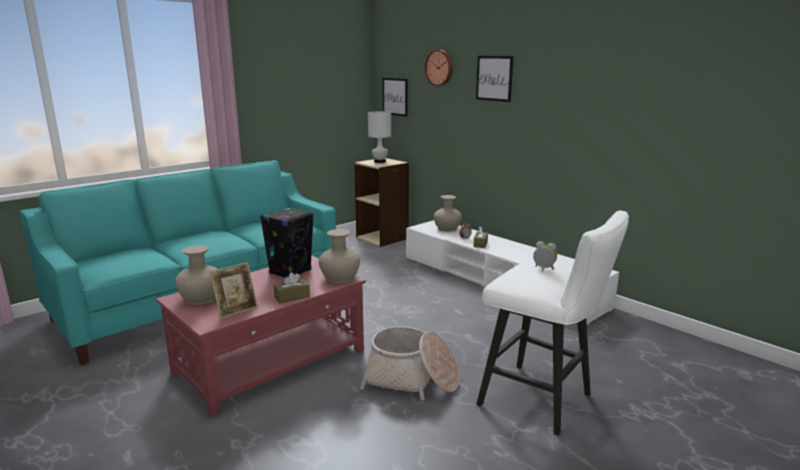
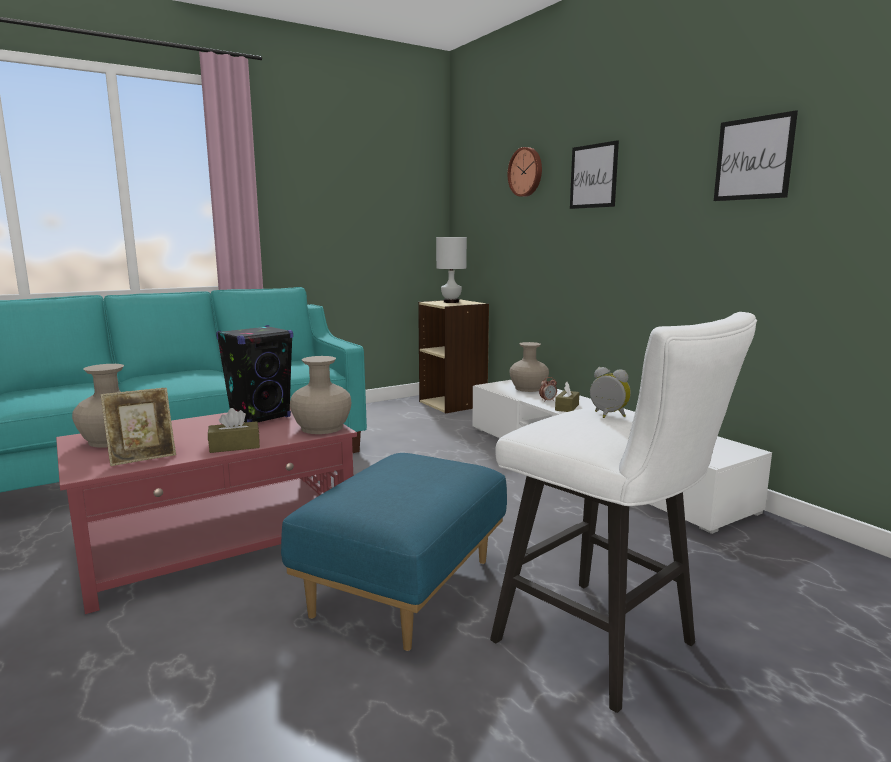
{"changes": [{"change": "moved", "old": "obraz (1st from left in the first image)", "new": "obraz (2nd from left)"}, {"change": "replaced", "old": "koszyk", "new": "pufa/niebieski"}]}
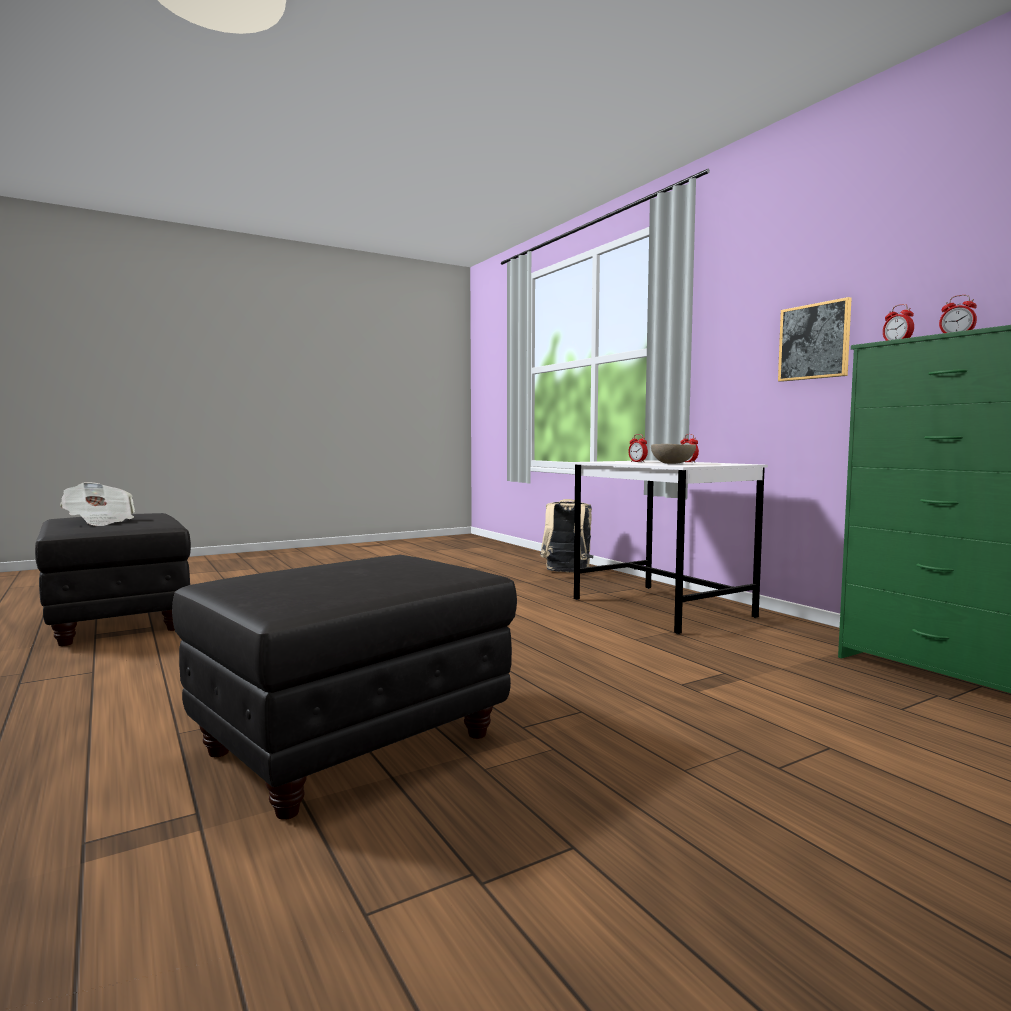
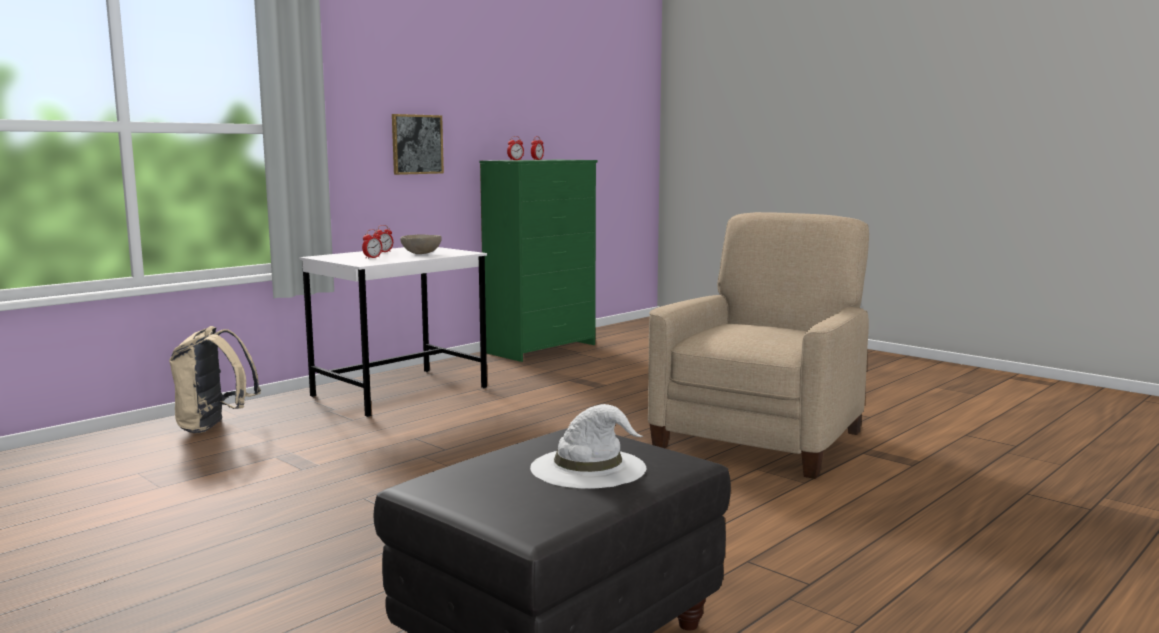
{"changes": [{"change": "replaced", "old": "gazeta", "new": "kapelusz/biały"}, {"change": "replaced", "old": "pufa/czarny (2nd from left)", "new": "fotel/beżowy"}]}
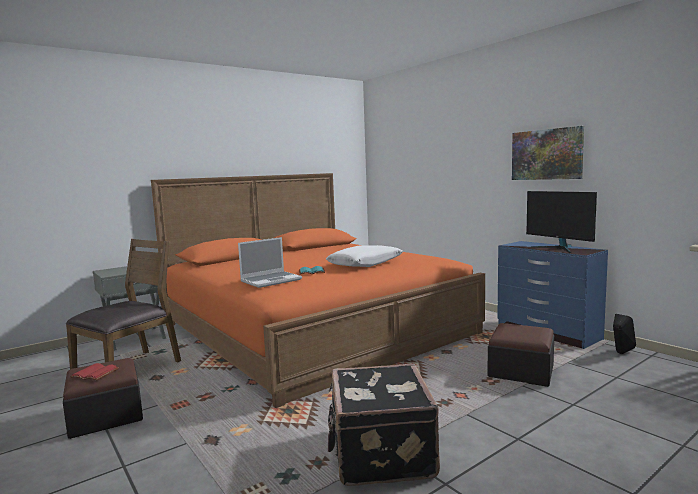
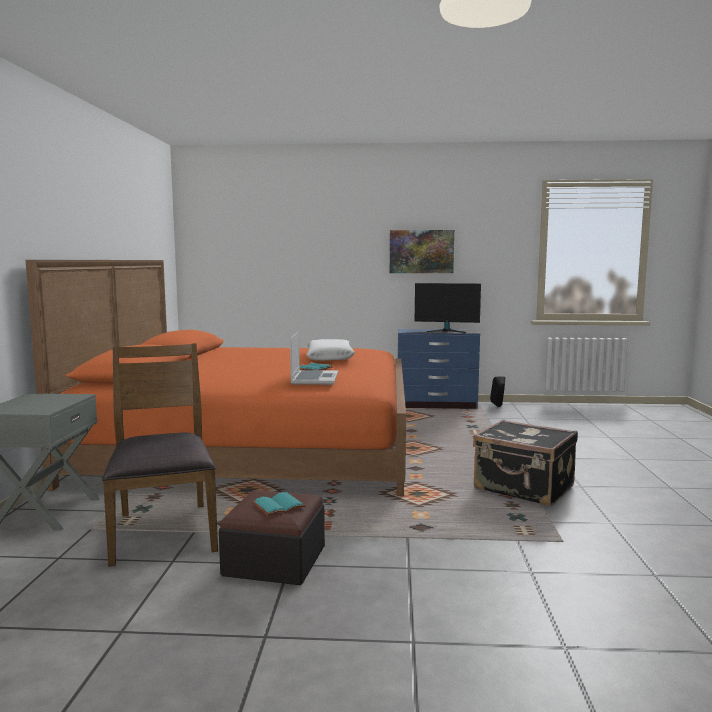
{"changes": [{"change": "removed", "old": "pufa (2nd from left)"}, {"change": "recoloured", "old": "książka/czerwony", "new": "książka/turkusowy (1st from left)"}]}
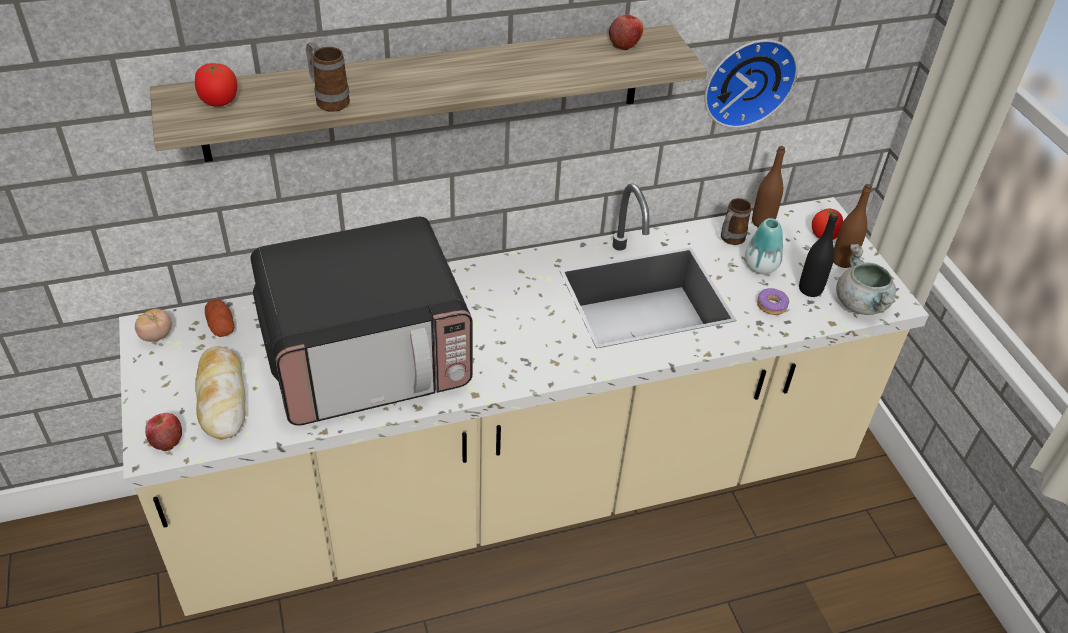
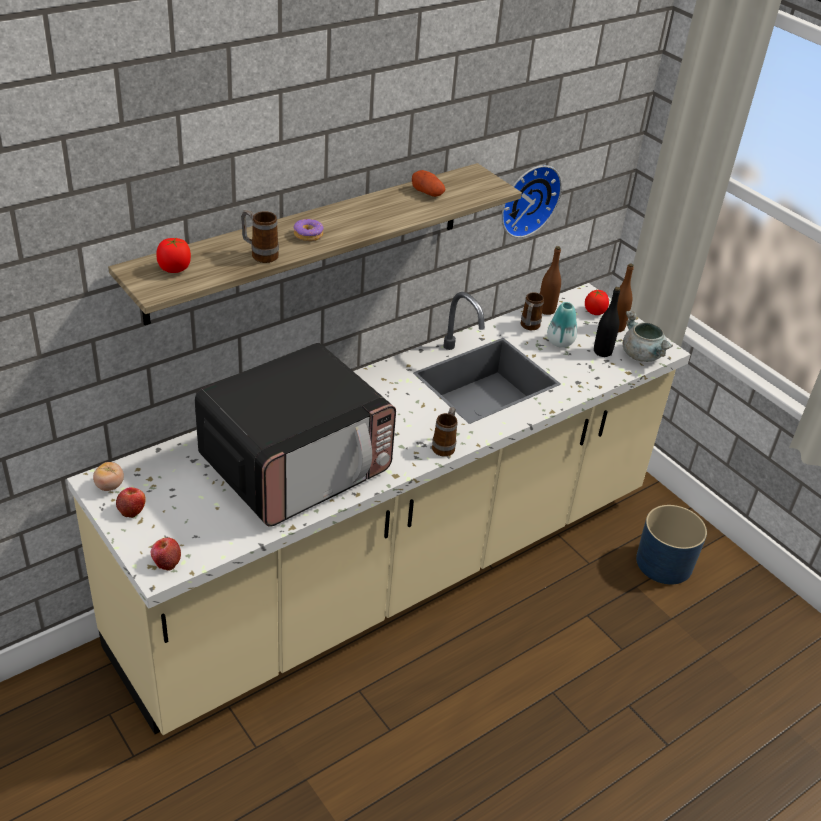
{"changes": [{"change": "moved", "old": "jabłko (2nd from left in the first image)", "new": "jabłko (1st from left)"}, {"change": "moved", "old": "donut"}, {"change": "moved", "old": "ziemniak"}, {"change": "removed", "old": "chleb"}, {"change": "added", "new": "kubek (2nd from left)"}, {"change": "added", "new": "donica/niebieski"}]}
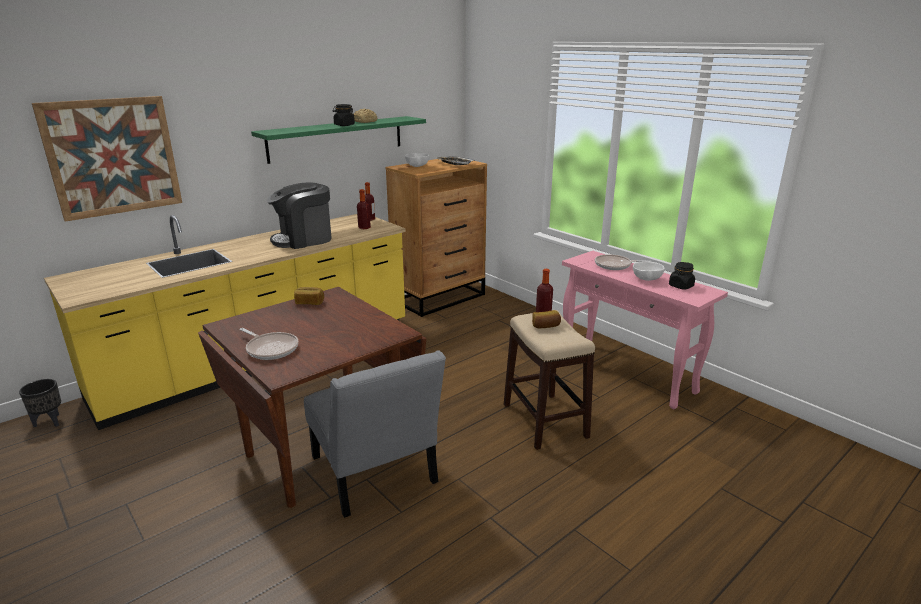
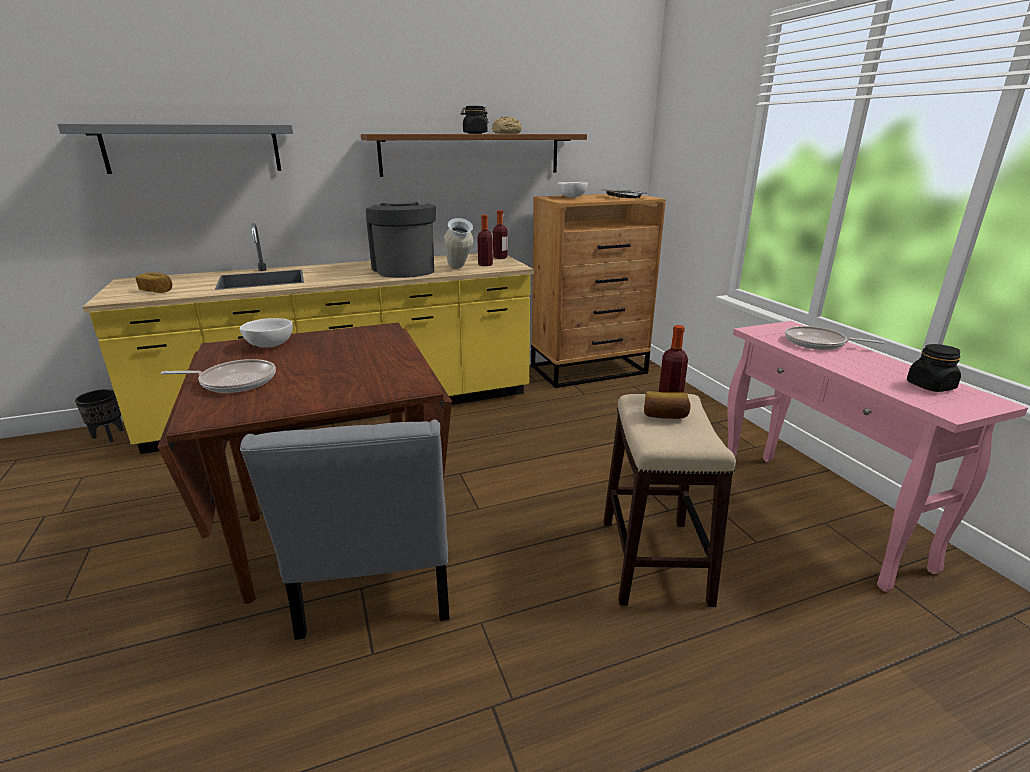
{"changes": [{"change": "replaced", "old": "obraz", "new": "półka/szary"}, {"change": "recoloured", "old": "półka/zielony", "new": "półka/brązowy"}, {"change": "turned", "old": "ekspres do kawy", "degrees": 75}, {"change": "moved", "old": "miska/biały (2nd from left in the first image)", "new": "miska/biały (1st from left)"}, {"change": "moved", "old": "chleb (1st from left)"}, {"change": "turned", "old": "patelnia (1st from left)", "degrees": -60}, {"change": "added", "new": "wazon"}]}
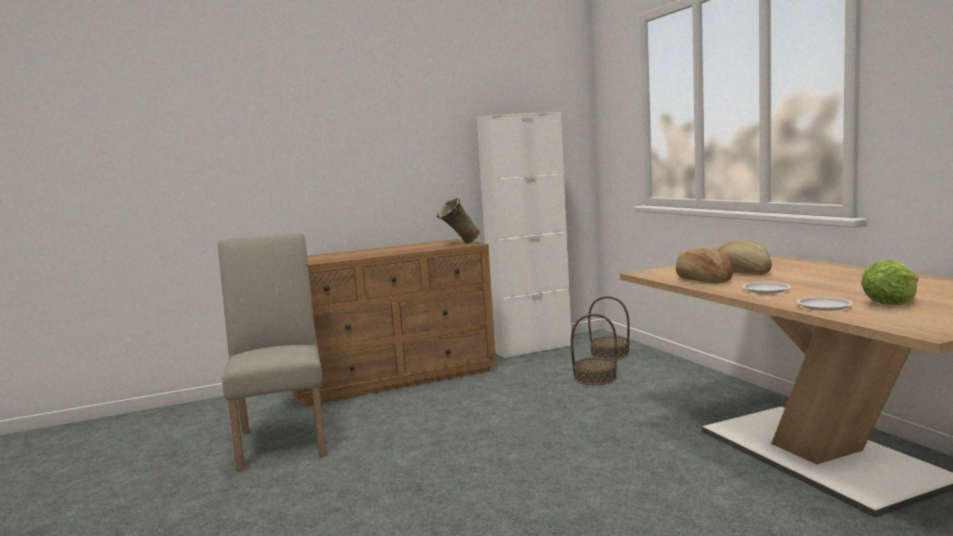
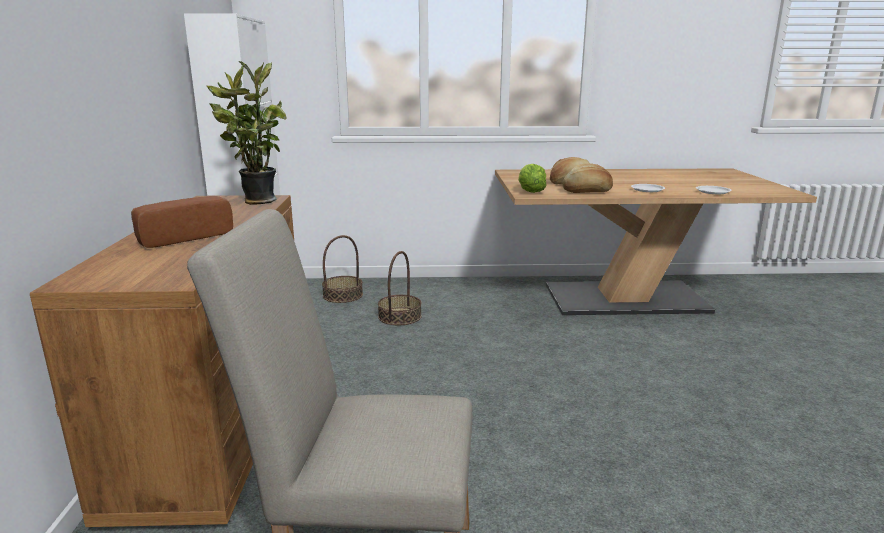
{"changes": [{"change": "replaced", "old": "wazon/beżowy", "new": "roślina doniczkowa"}, {"change": "moved", "old": "sałata"}, {"change": "added", "new": "chleb (1st from left)"}]}
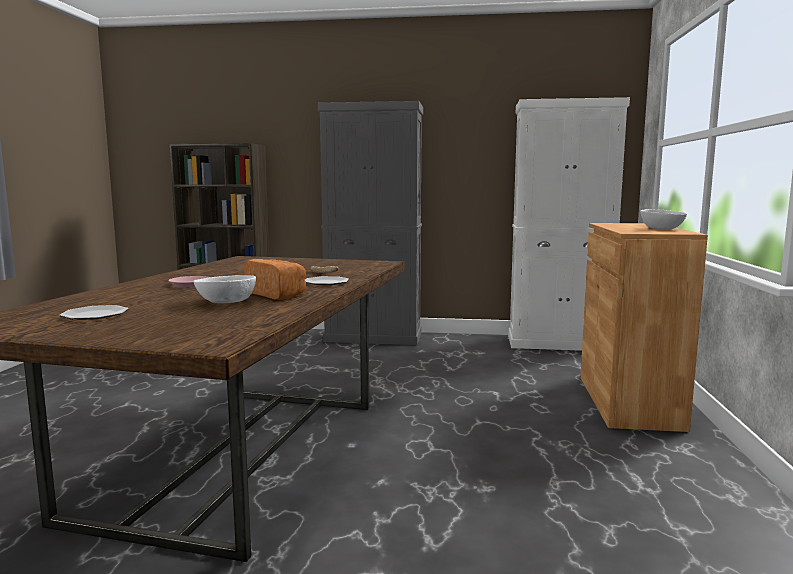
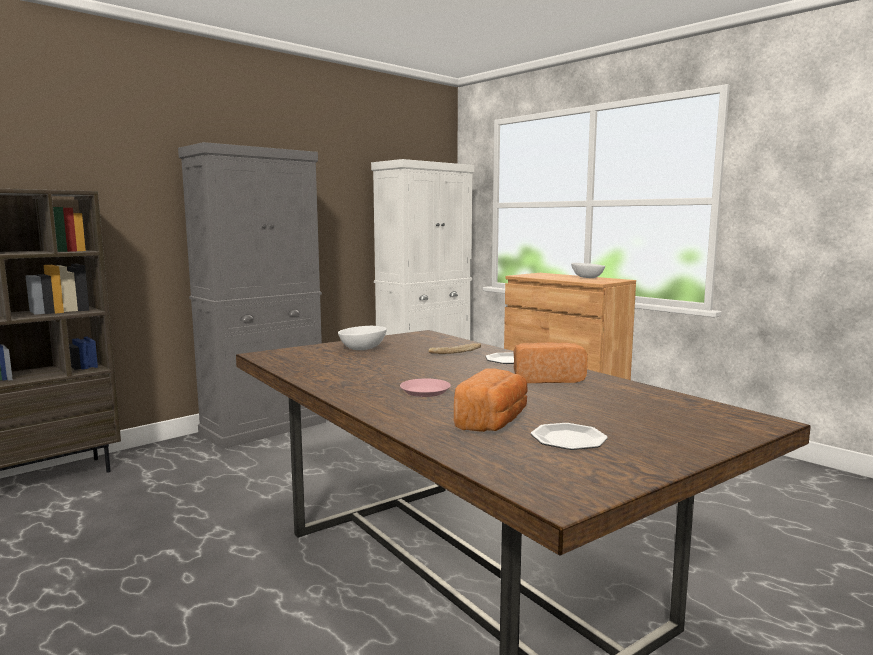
{"changes": [{"change": "moved", "old": "miska/biały (1st from left)"}, {"change": "added", "new": "chleb (2nd from left)"}]}
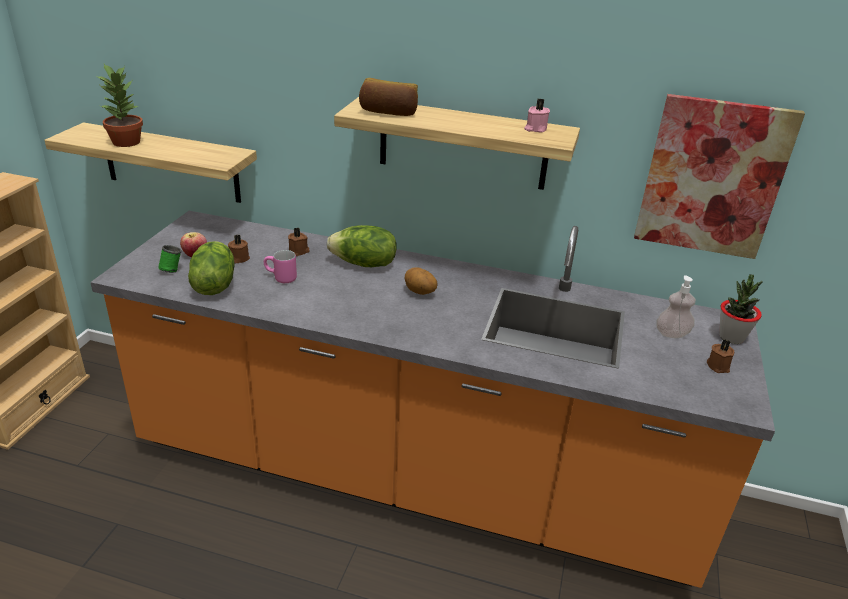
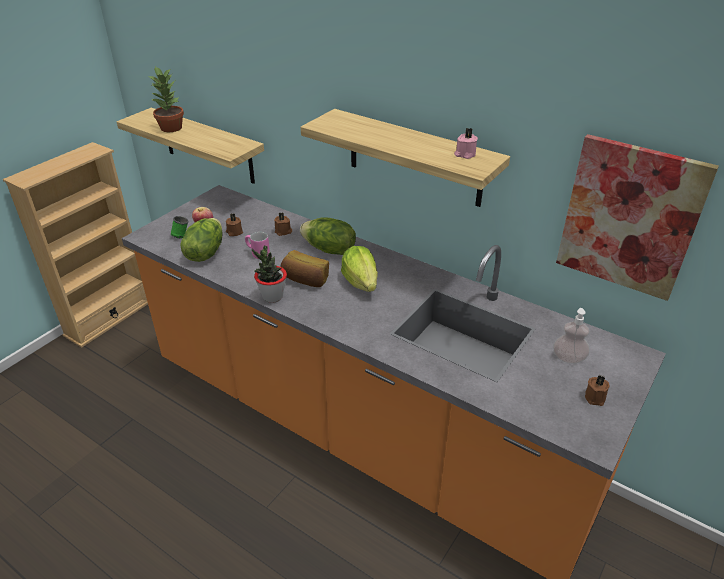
{"changes": [{"change": "moved", "old": "chleb"}, {"change": "replaced", "old": "ziemniak", "new": "sałata (3rd from left)"}, {"change": "moved", "old": "roślina doniczkowa (2nd from left)"}]}
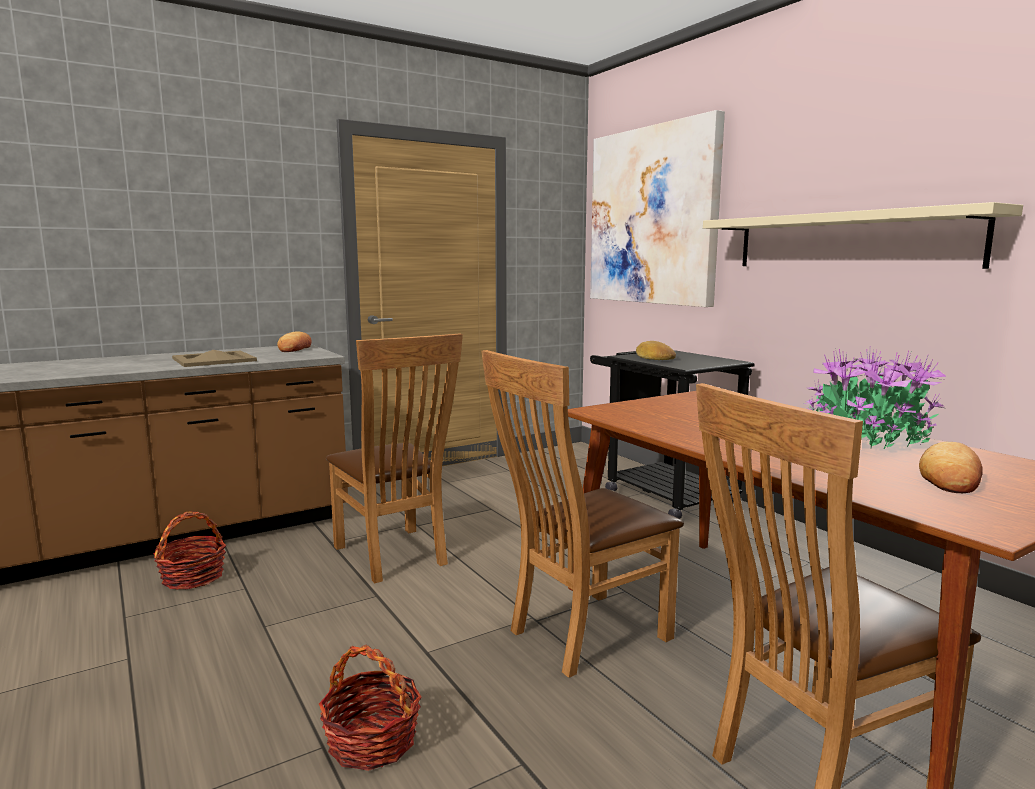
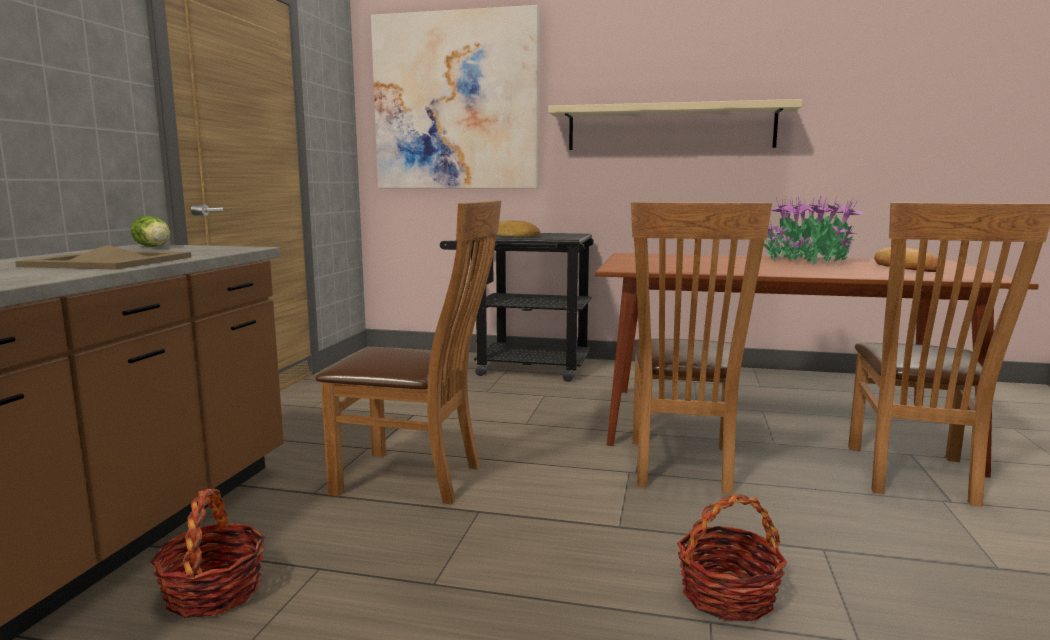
{"changes": [{"change": "replaced", "old": "chleb (1st from left)", "new": "sałata"}]}
